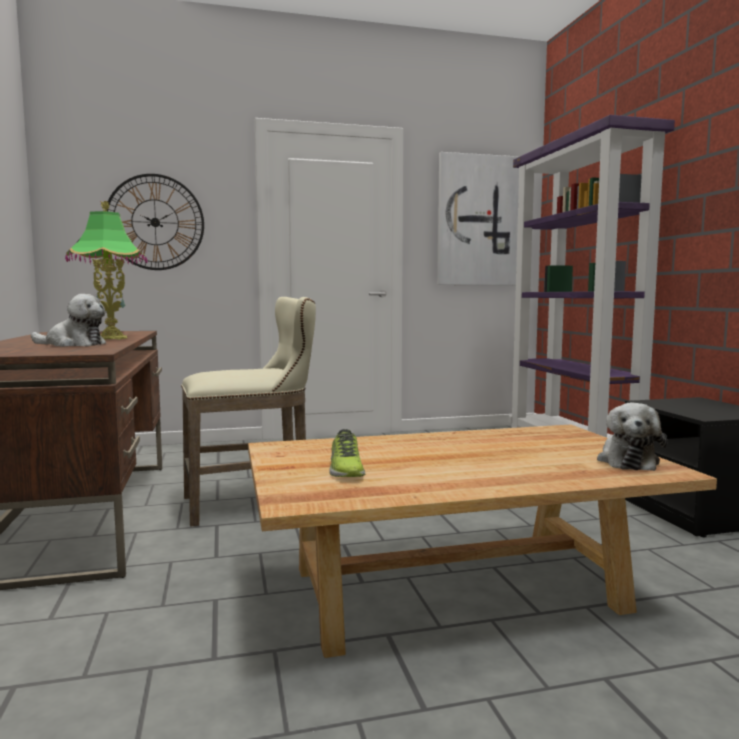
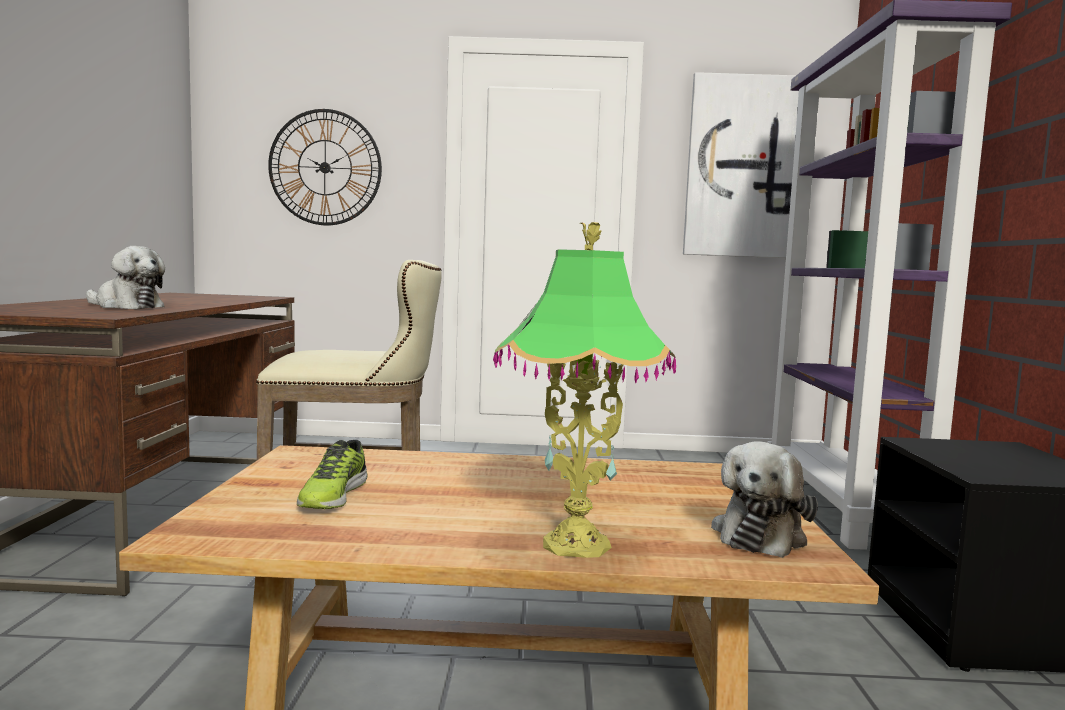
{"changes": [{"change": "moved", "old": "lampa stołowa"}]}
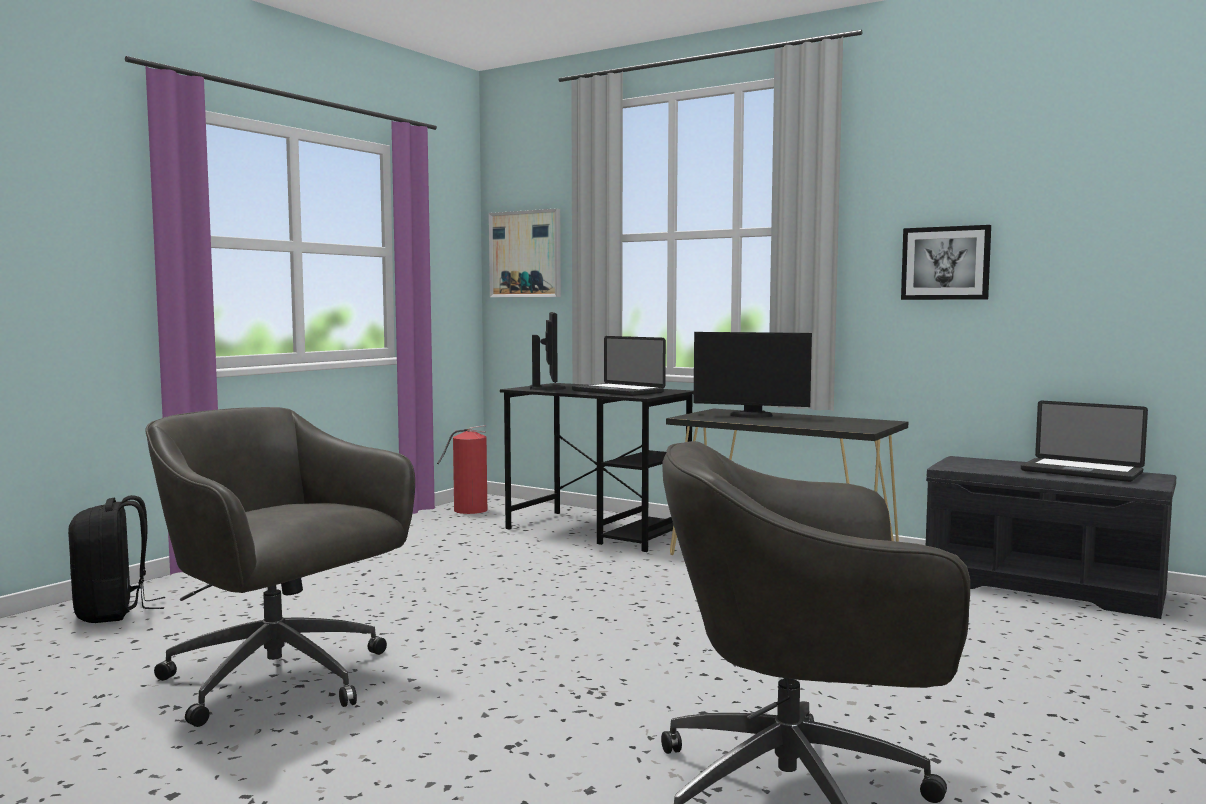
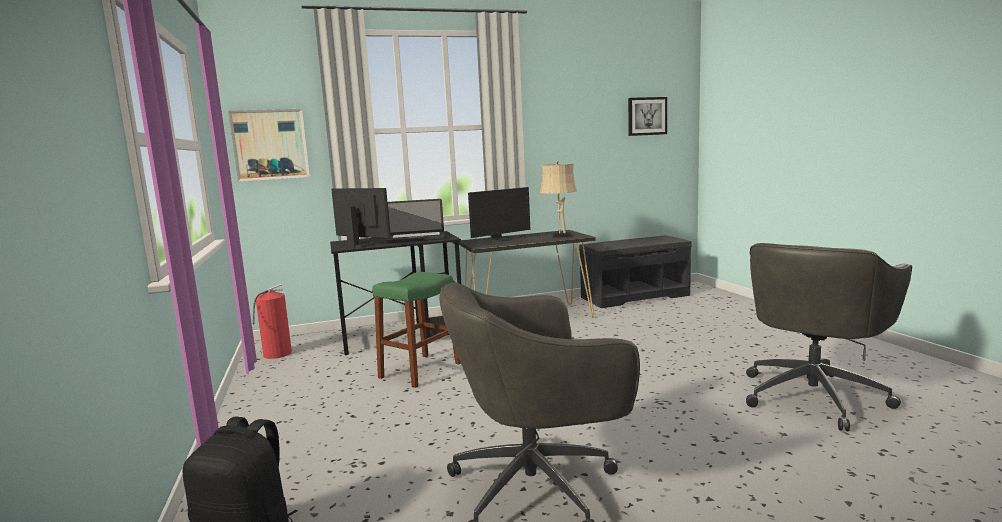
{"changes": [{"change": "moved", "old": "obraz (2nd from left)"}, {"change": "removed", "old": "laptop (2nd from left)"}, {"change": "added", "new": "lampa stołowa/beżowy"}, {"change": "added", "new": "stołek/zielony"}]}
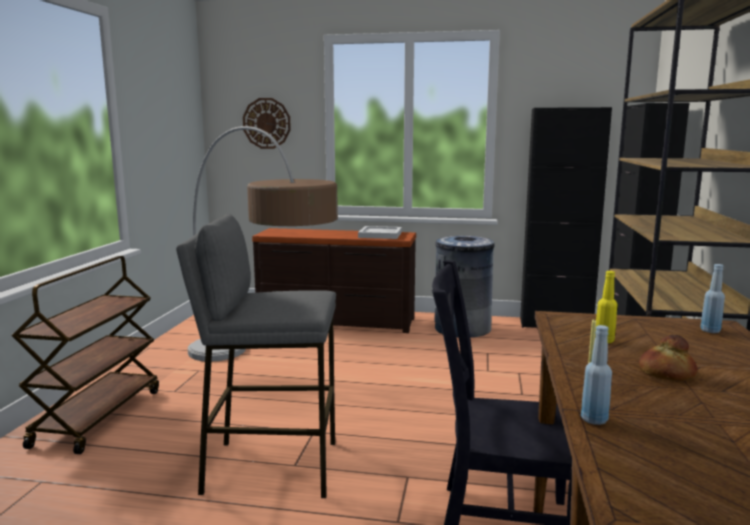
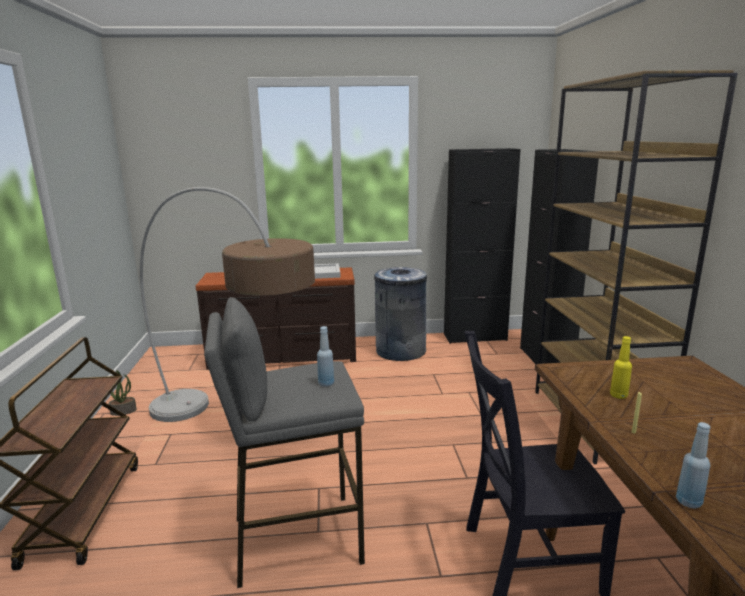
{"changes": [{"change": "removed", "old": "zegar ścienny"}, {"change": "moved", "old": "butelka/niebieski (2nd from left in the first image)", "new": "butelka/niebieski (1st from left)"}, {"change": "removed", "old": "chleb"}, {"change": "added", "new": "roślina doniczkowa"}]}
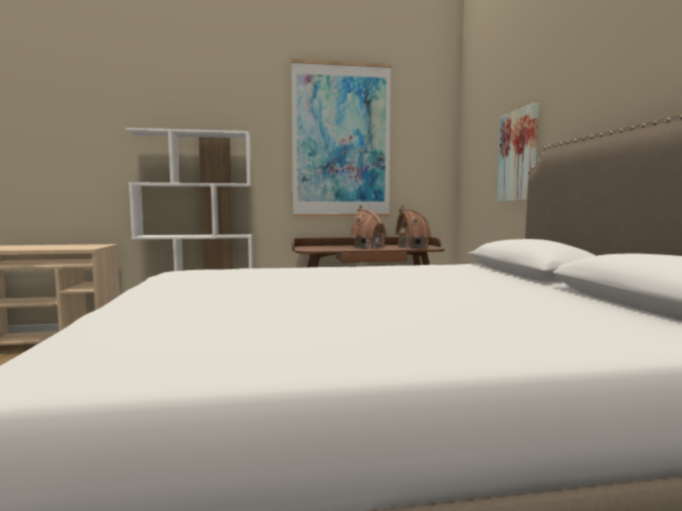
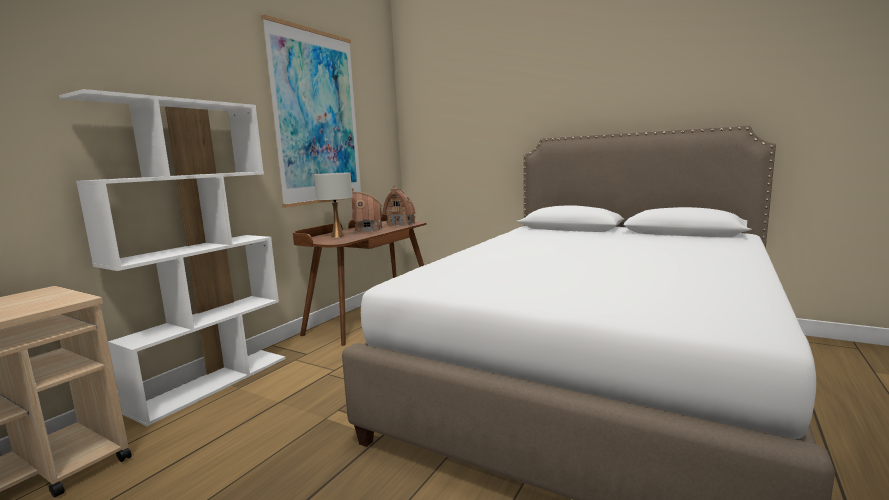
{"changes": [{"change": "removed", "old": "obraz (2nd from left)"}, {"change": "added", "new": "lampa stołowa/biały"}]}
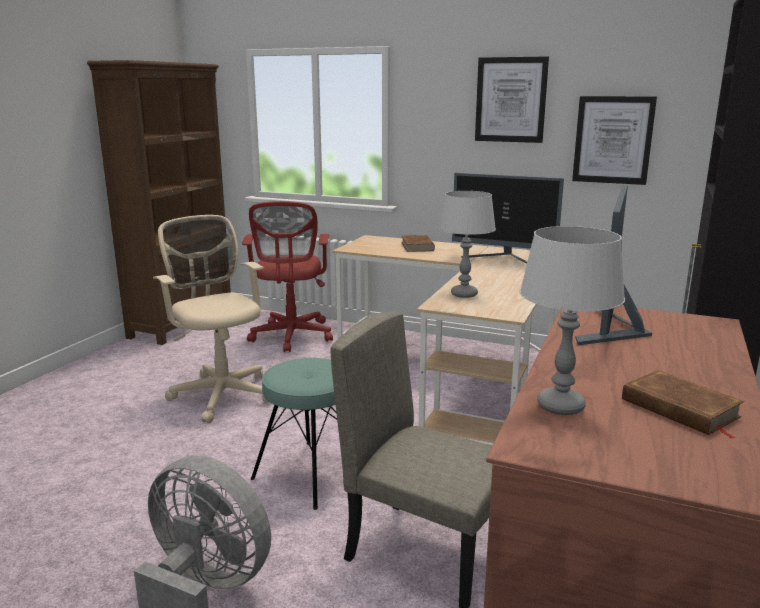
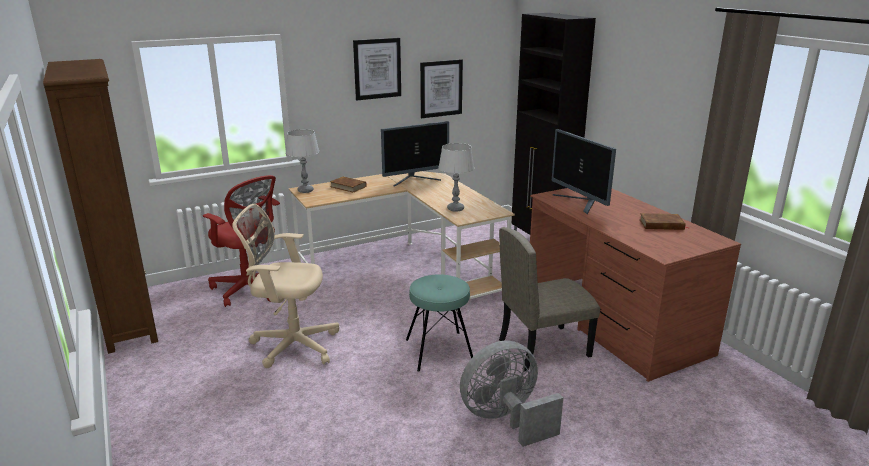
{"changes": [{"change": "moved", "old": "lampa stołowa/szary (2nd from left in the first image)", "new": "lampa stołowa/szary (1st from left)"}]}
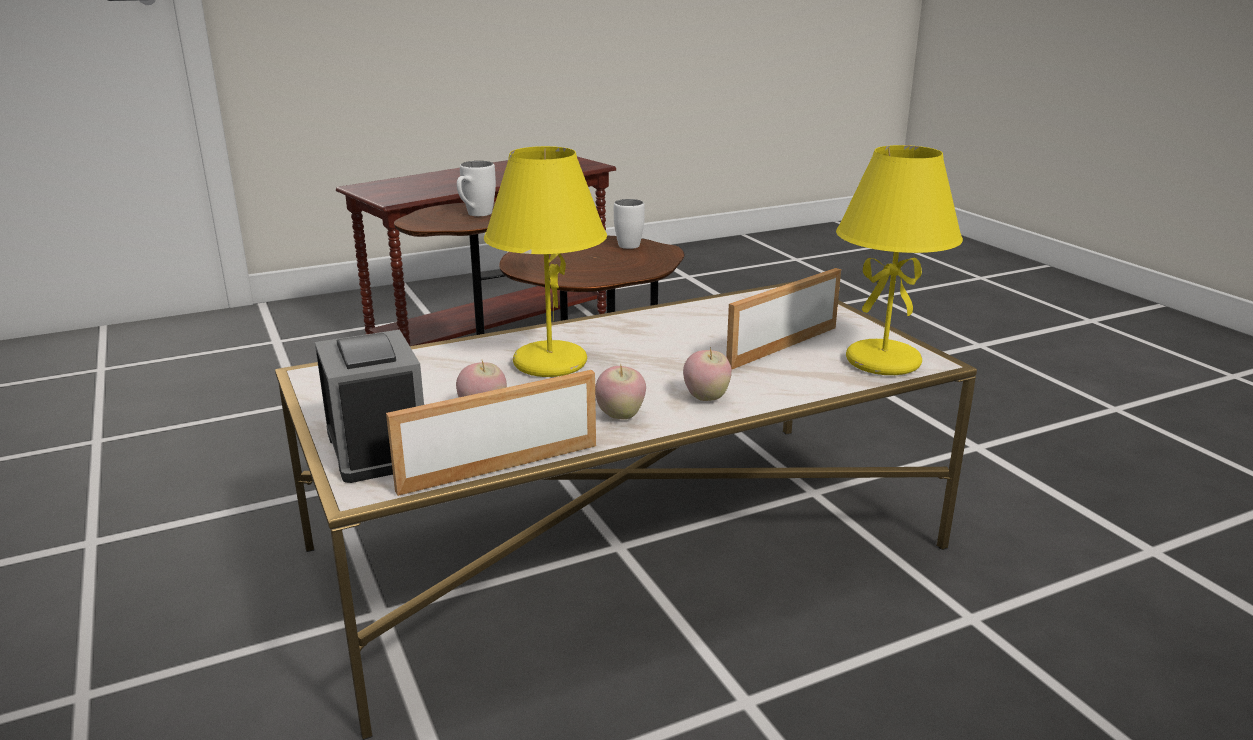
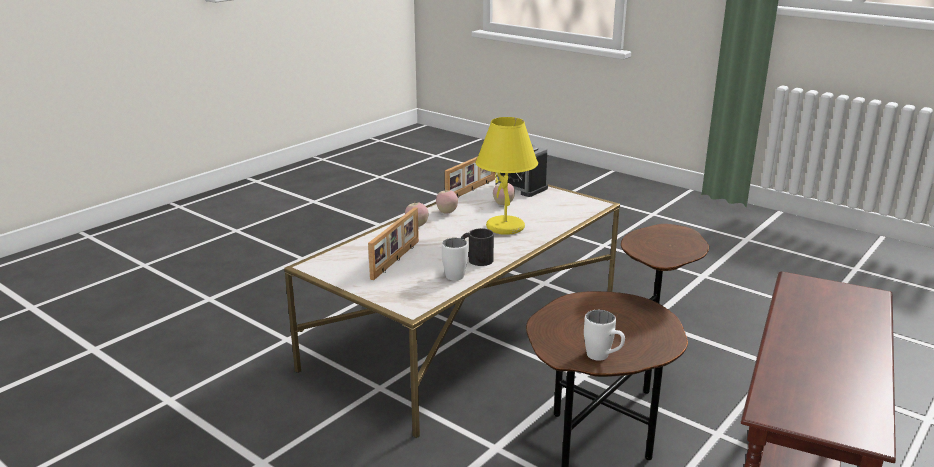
{"changes": [{"change": "removed", "old": "lampa stołowa/żółty (2nd from left)"}, {"change": "moved", "old": "kubek/biały (1st from left)"}, {"change": "added", "new": "kubek/czarny"}]}
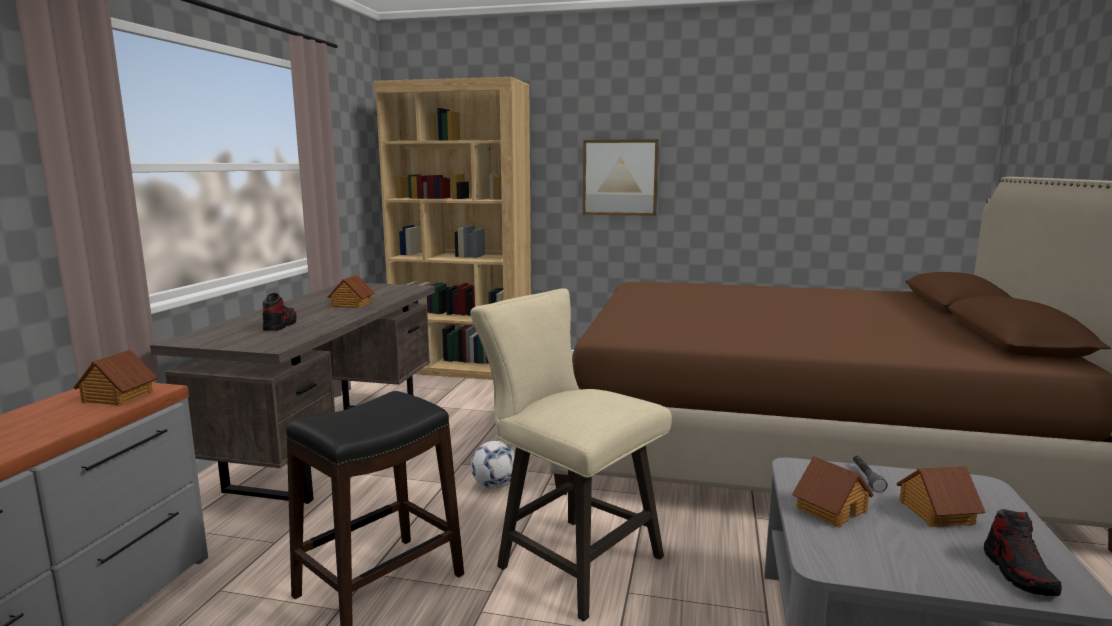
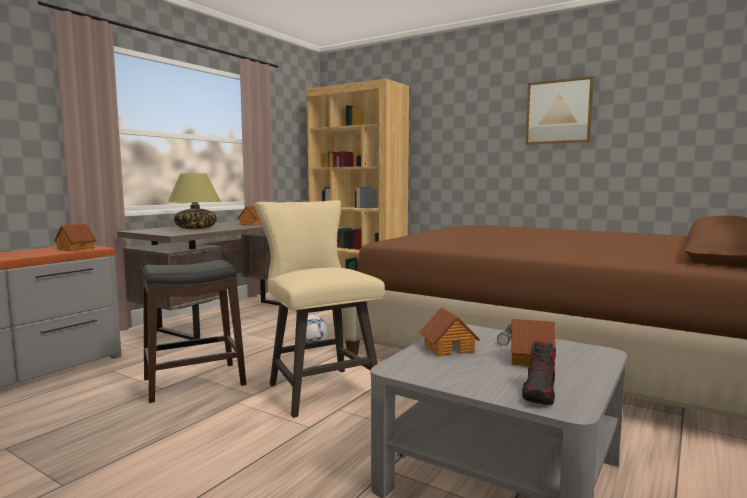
{"changes": [{"change": "moved", "old": "obraz"}, {"change": "replaced", "old": "but (1st from left)", "new": "lampa stołowa"}]}
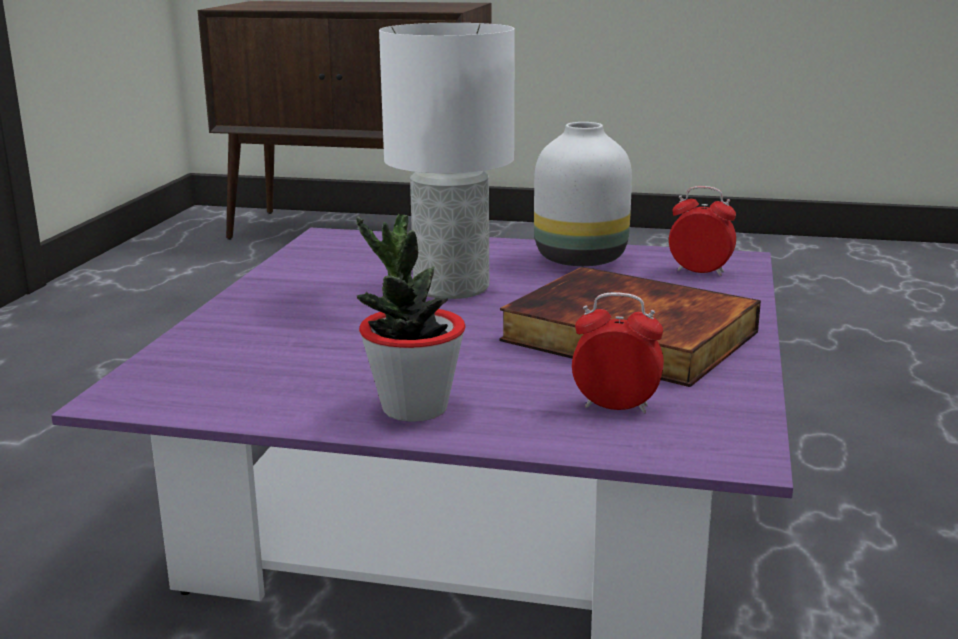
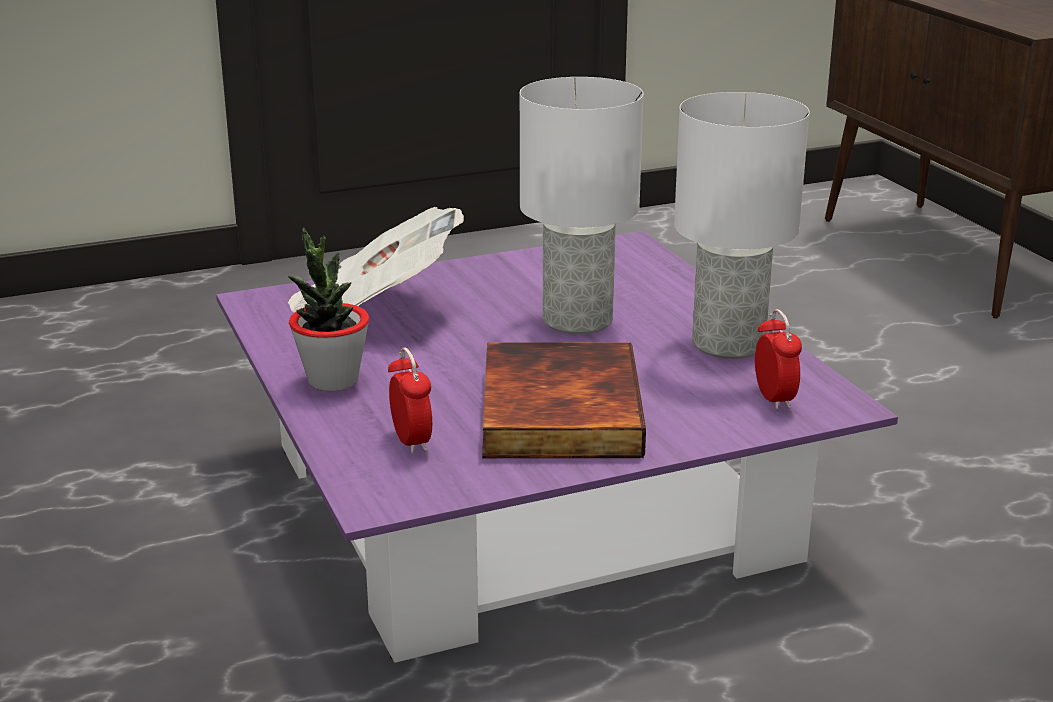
{"changes": [{"change": "replaced", "old": "wazon/biały", "new": "lampa stołowa/biały (2nd from left)"}, {"change": "added", "new": "gazeta"}]}
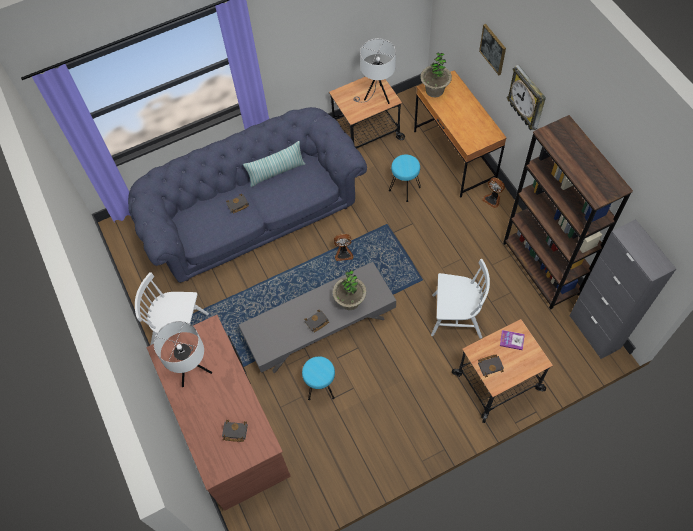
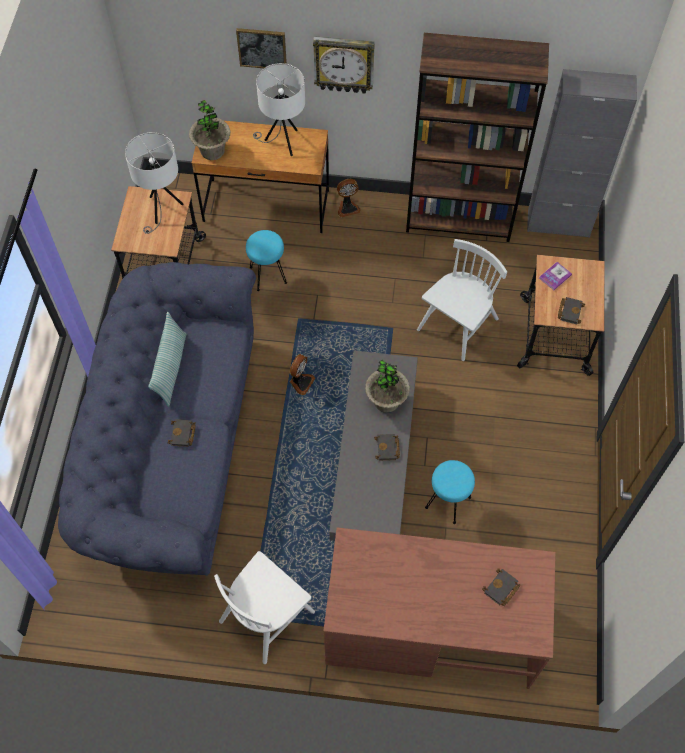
{"changes": [{"change": "moved", "old": "lampa stołowa/biały (1st from left in the first image)", "new": "lampa stołowa/biały (2nd from left)"}]}
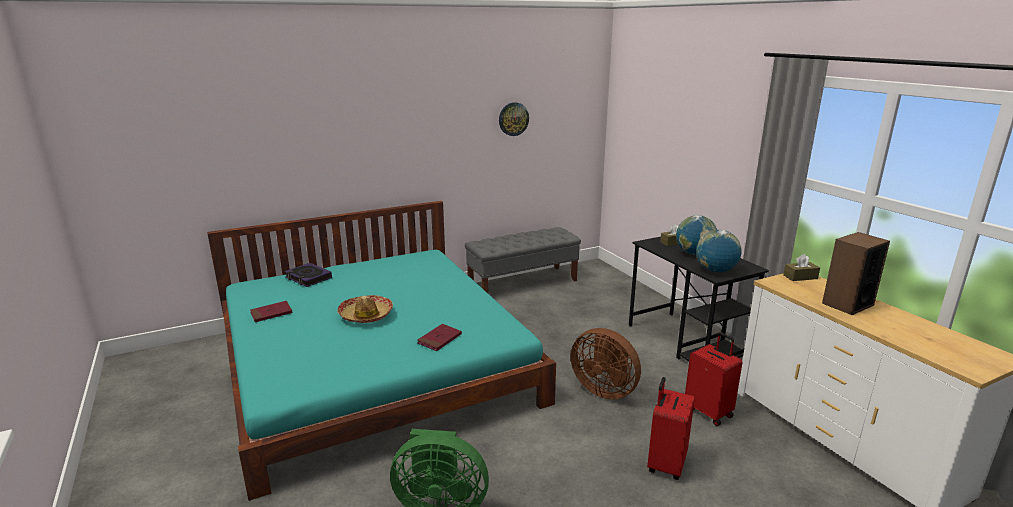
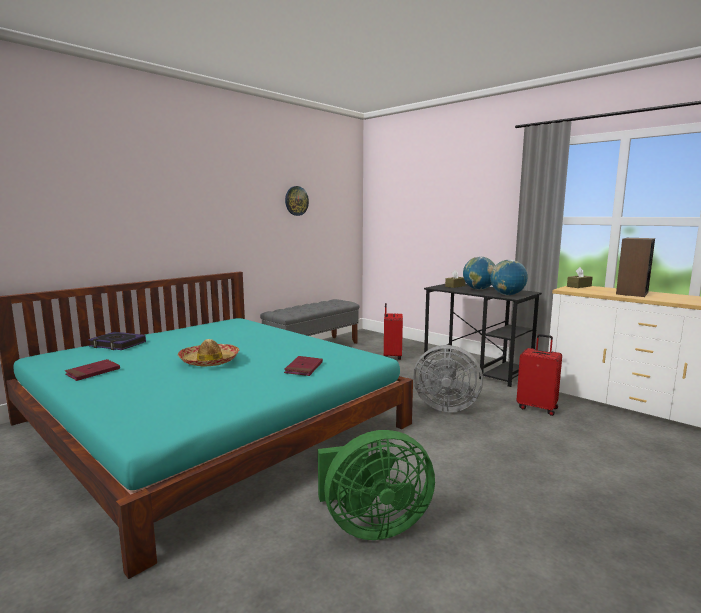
{"changes": [{"change": "recoloured", "old": "wentylator/brązowy", "new": "wentylator/szary"}, {"change": "moved", "old": "walizka/czerwony (1st from left)"}]}
